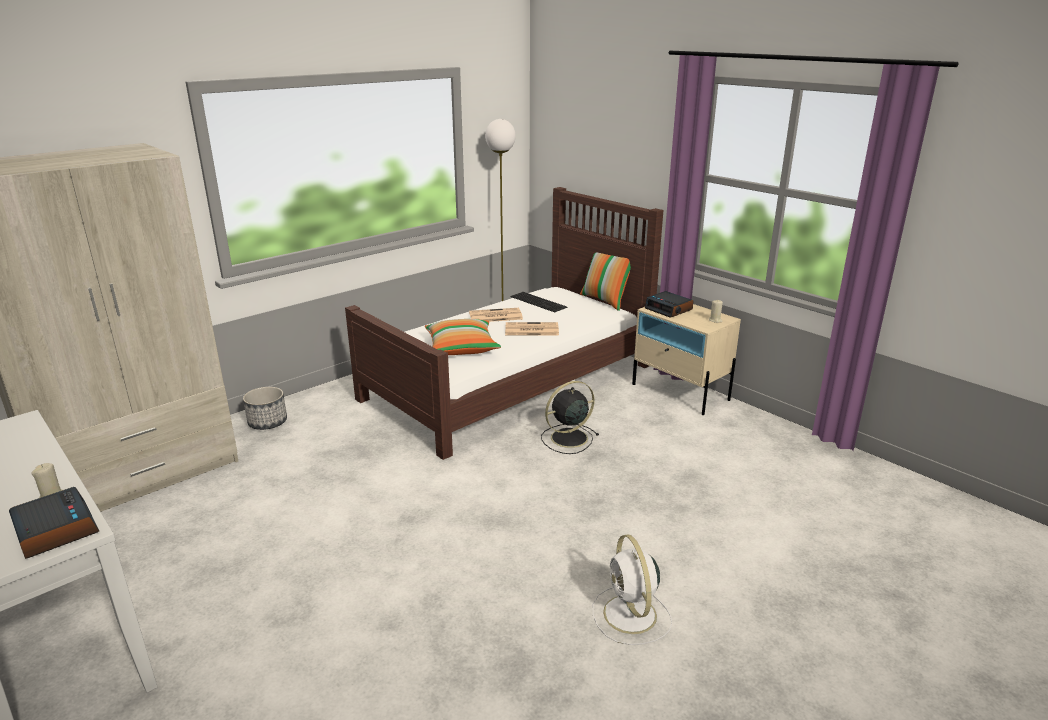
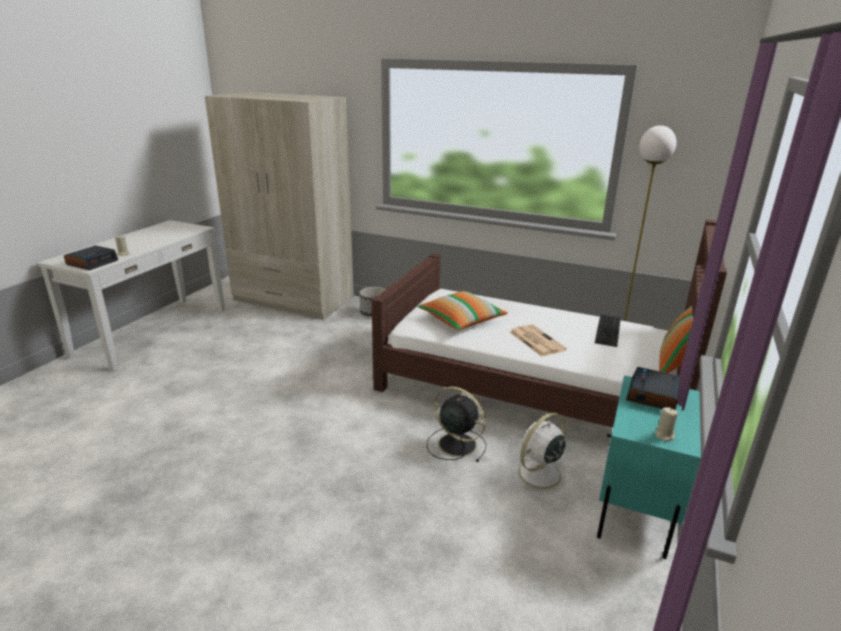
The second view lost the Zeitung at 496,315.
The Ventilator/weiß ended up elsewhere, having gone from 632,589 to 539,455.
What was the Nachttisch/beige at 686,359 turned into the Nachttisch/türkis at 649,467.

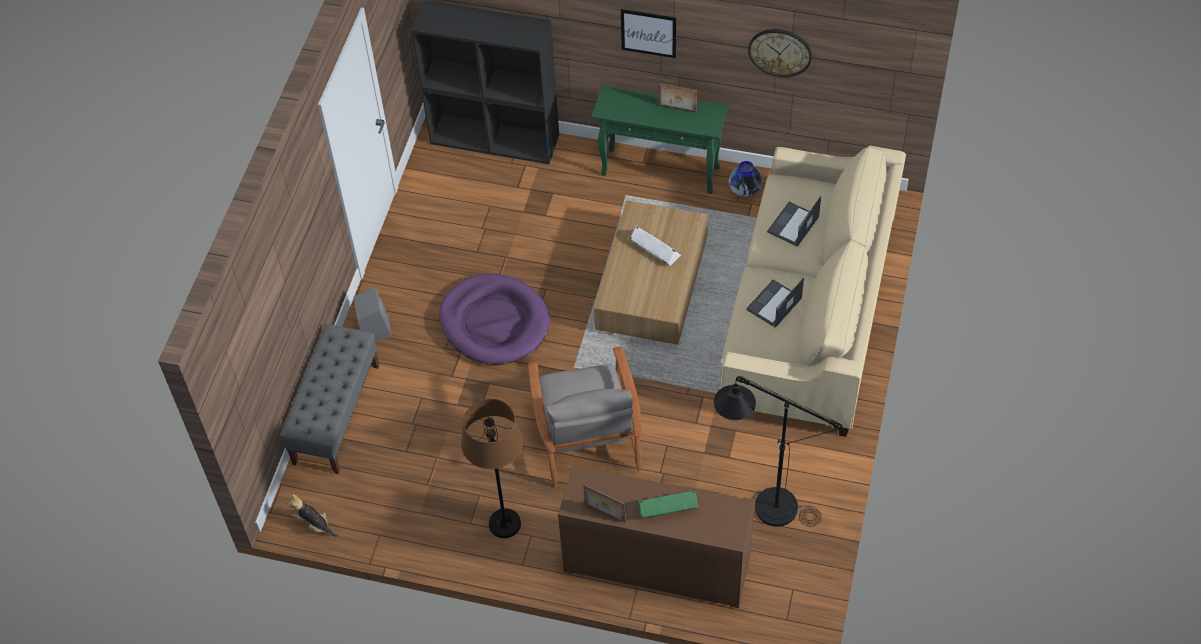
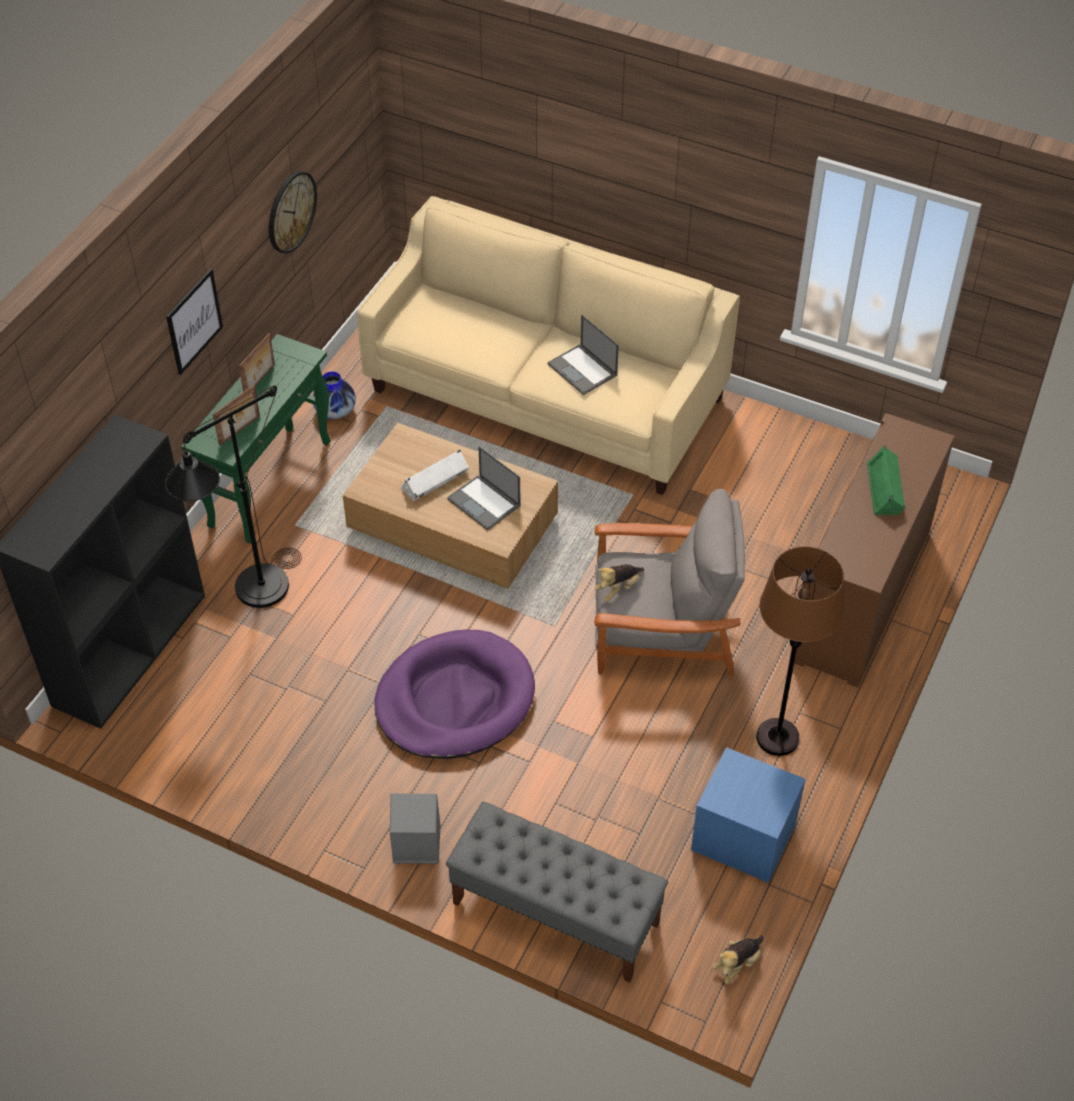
The second view gained the Plüschtier at 619,583.
The second view gained the Nachttisch/blau at 748,815.
The Bilderrahmen ended up elsewhere, having gone from 604,504 to 236,415.
The Stehlampe/schwarz ended up elsewhere, having gone from 778,451 to 233,496.
The Laptop ended up elsewhere, having gone from 794,221 to 484,488.

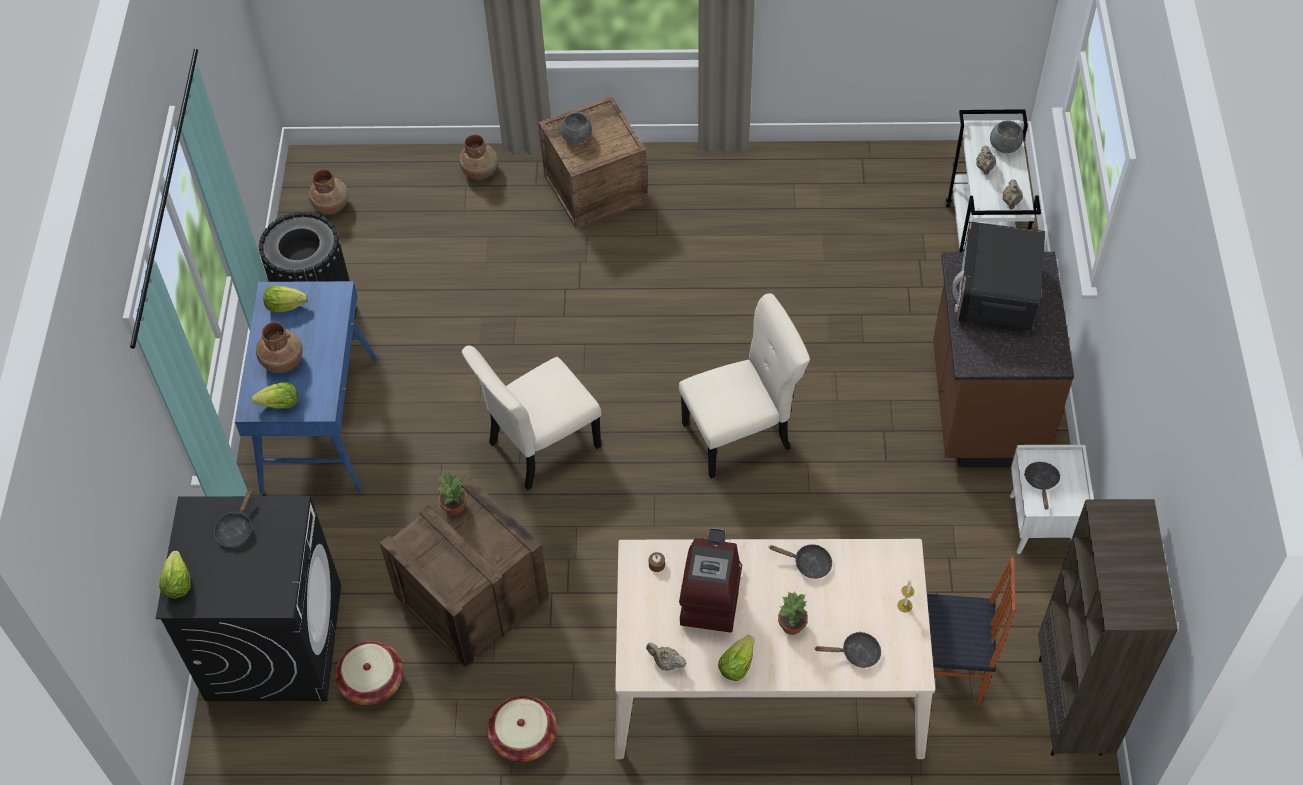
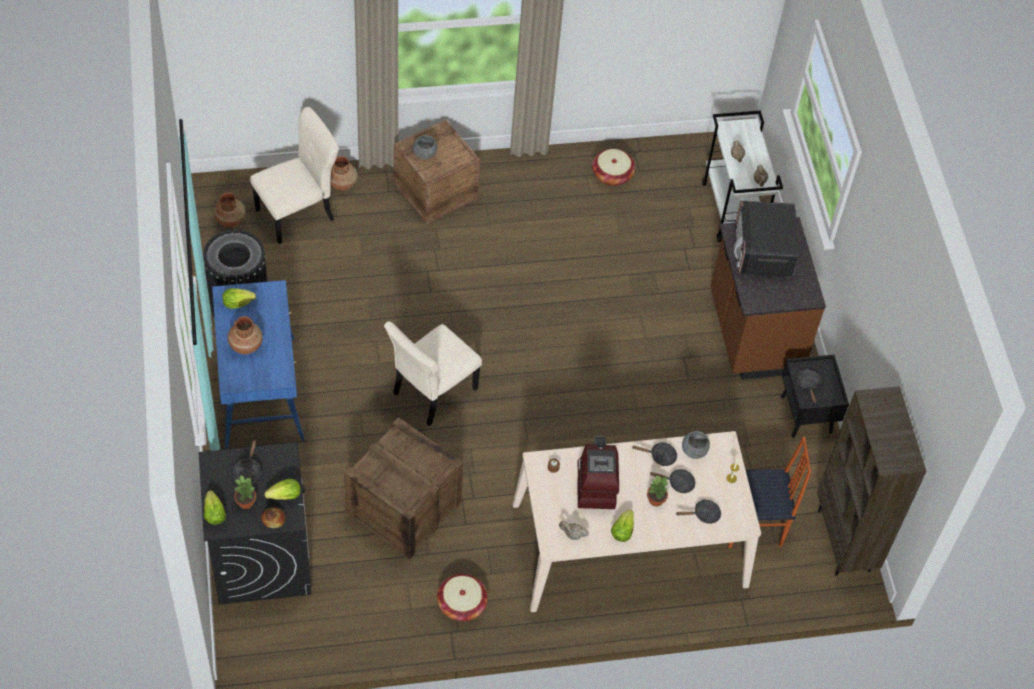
The second view gained the Brot at 273,518.
The second view gained the Pfanne/schwarz at 672,481.
The Salatkopf ended up elsewhere, having gone from 275,395 to 282,489.
The Korb ended up elsewhere, having gone from 369,673 to 613,167.
The Topfpflanze ended up elsewhere, having gone from 452,492 to 245,492.
The Stuhl/beige ended up elsewhere, having gone from 744,386 to 294,175.
The Schüssel/grau ended up elsewhere, having gone from 1006,136 to 696,445.
What was the Nachttisch/weiß at 1052,499 turned into the Nachttisch/schwarz at 815,396.

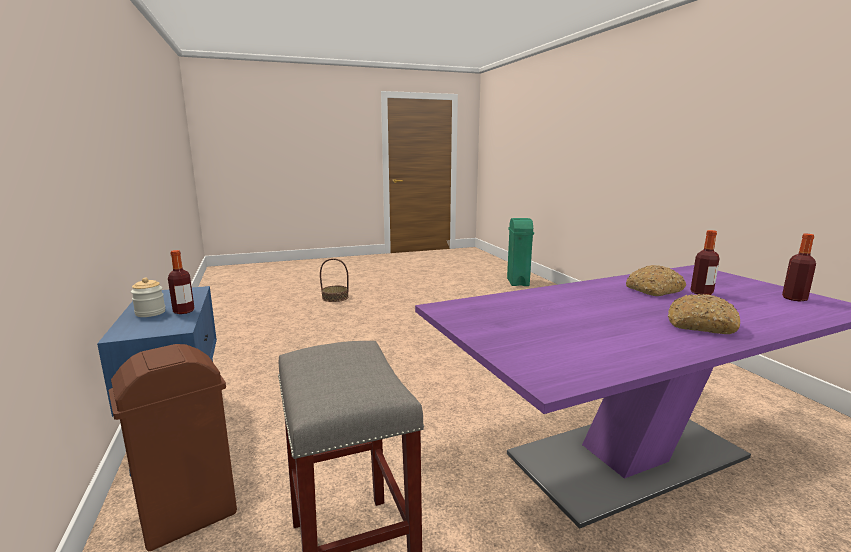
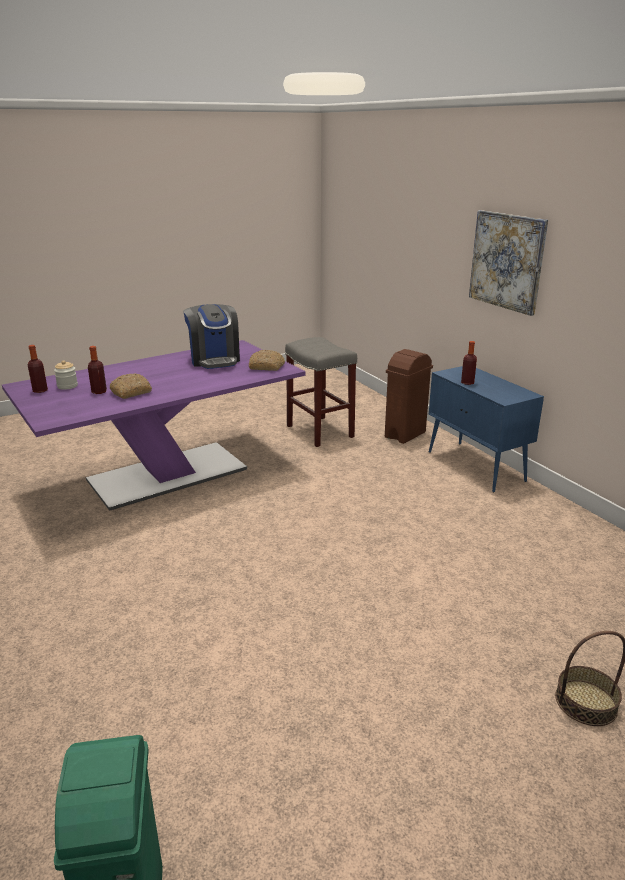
The second view gained the Kaffeemaschine at 211,336.
The second view gained the Bild at 508,263.
The Vorratsglas ended up elsewhere, having gone from 148,297 to 66,375.
The Brot ended up elsewhere, having gone from 704,314 to 267,360.

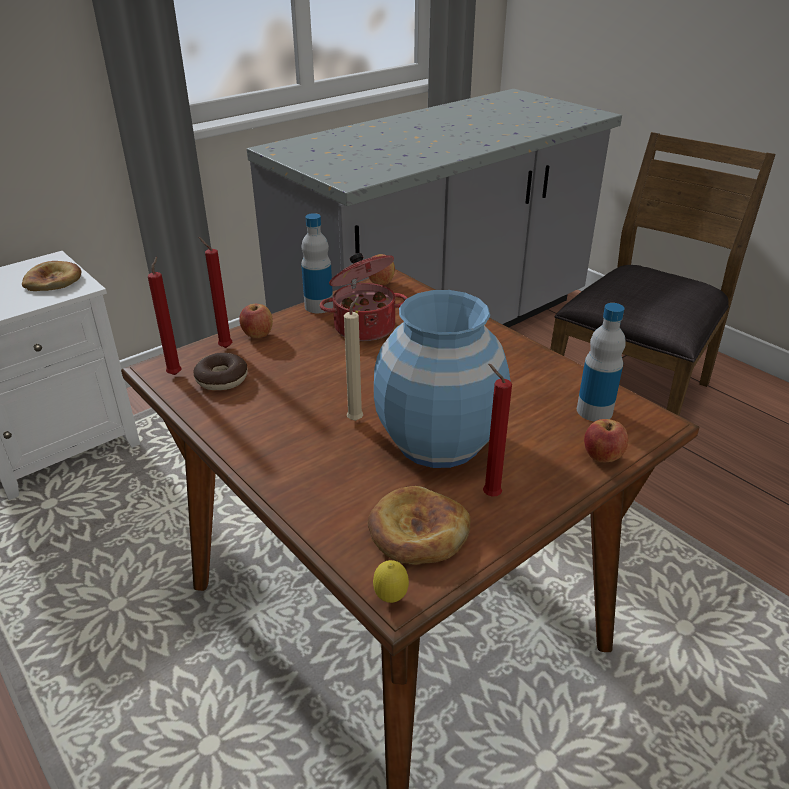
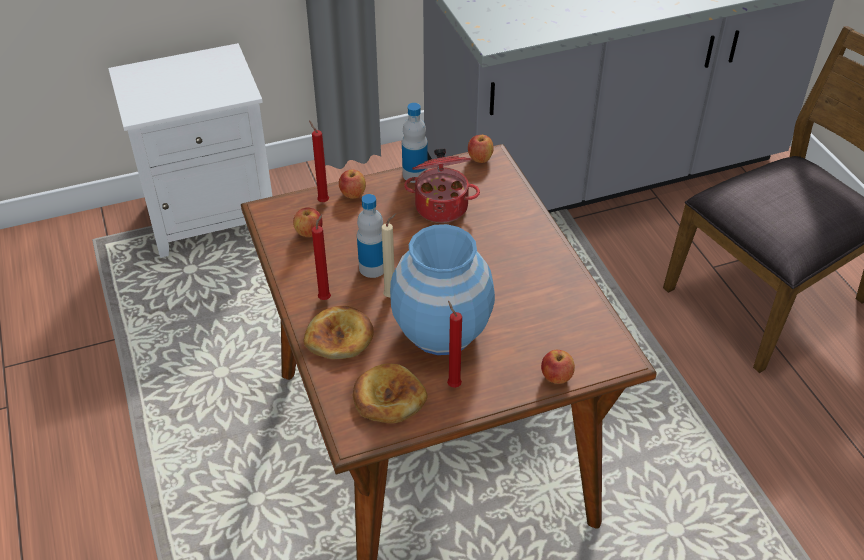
The second view lost the Zitrone at 391,581.
The Brot ended up elsewhere, having gone from 52,276 to 339,332.
The Kerze/rot ended up elsewhere, having gone from 165,316 to 321,257.
The Flasche ended up elsewhere, having gone from 601,362 to 370,236.
Where the Donut stood at 220,371, the Apfel came to stand at 308,222.

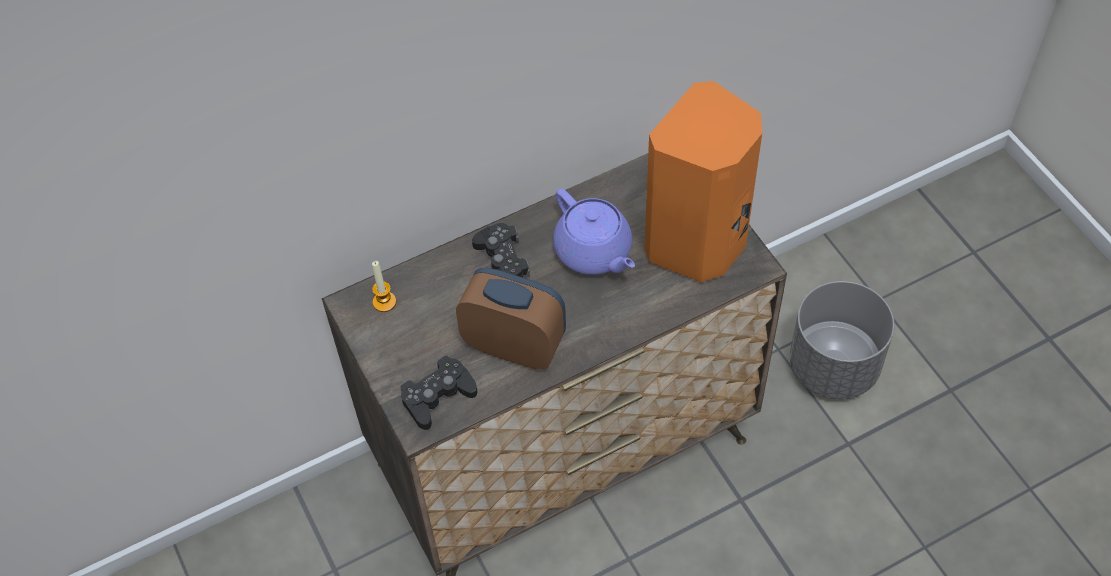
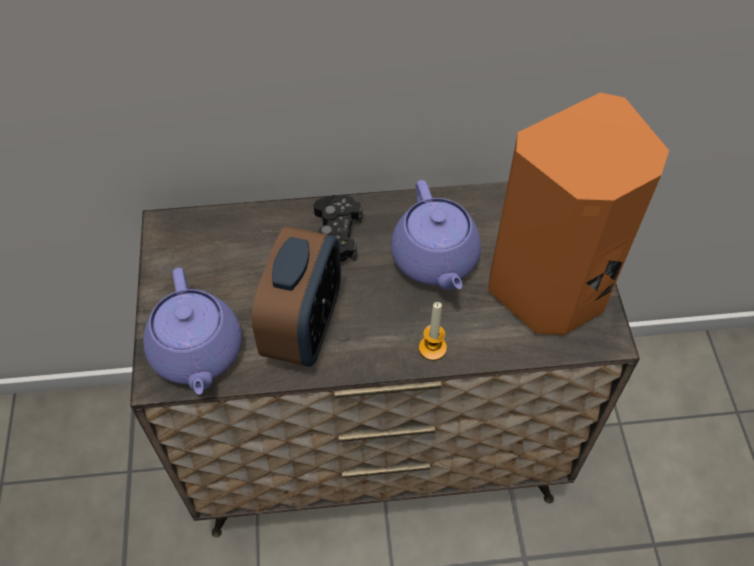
The second view lost the Pflanzkübel/grau at 842,340.
The Kerze ended up elsewhere, having gone from 384,286 to 433,331.
Where the Gamepad/schwarz stood at 439,392, the Teekanne/lila came to stand at 192,331.
The Wecker at 511,318 ended up facing another way, 60 degrees clockwise from before.

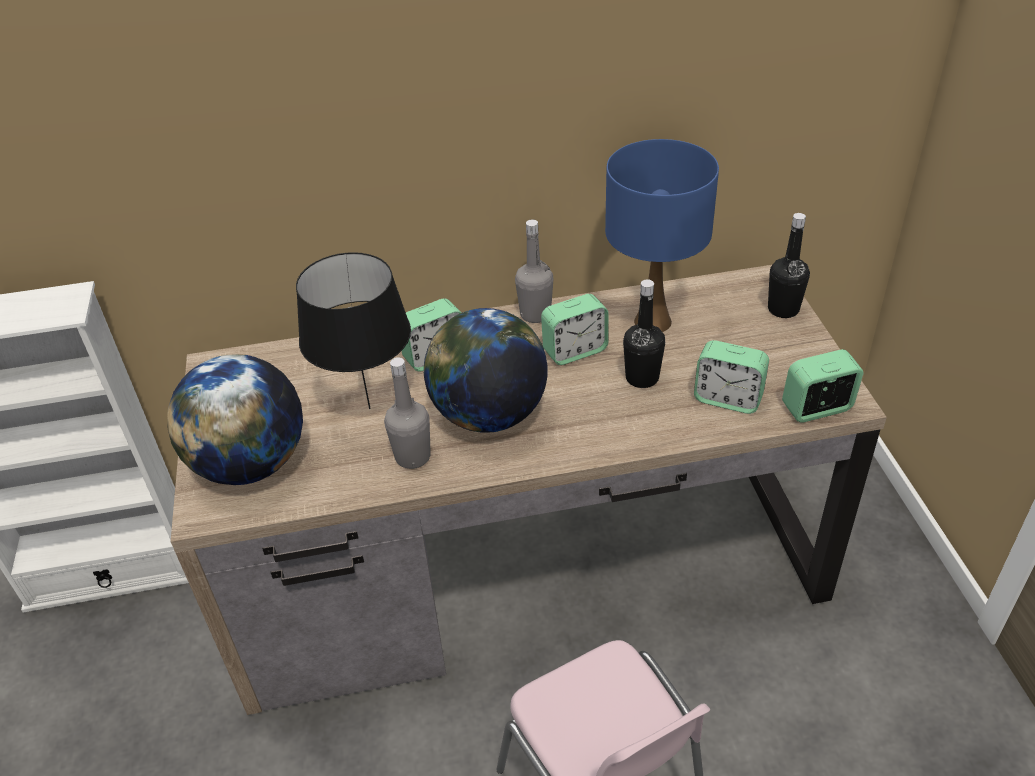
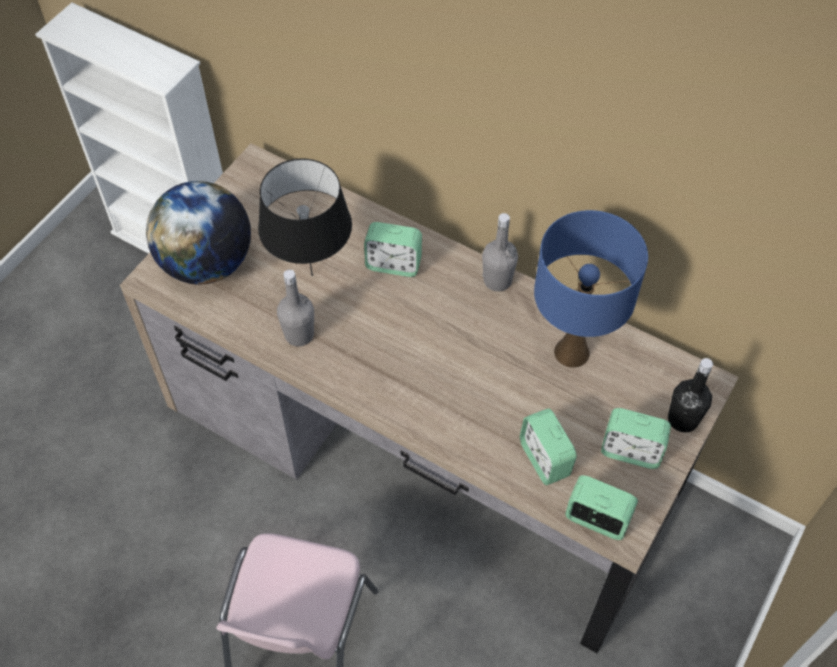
The second view lost the Globus at 486,370.
The second view lost the Flasche/schwarz at 644,333.
The Wecker ended up elsewhere, having gone from 574,329 to 636,438.

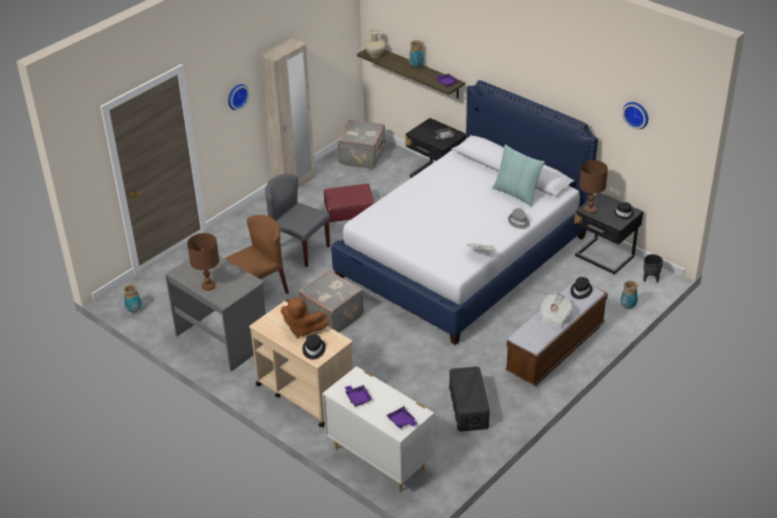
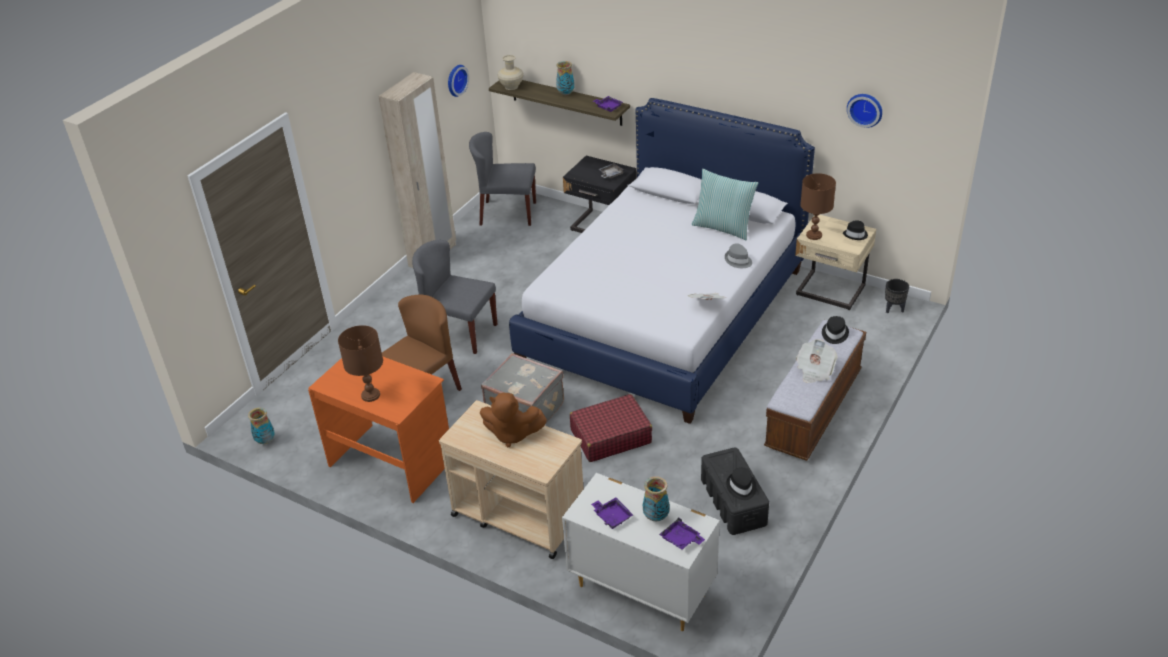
The Wanduhr ended up elsewhere, having gone from 239,97 to 458,81.
The Hut/schwarz ended up elsewhere, having gone from 314,347 to 741,483.
The Koffer/rot ended up elsewhere, having gone from 349,202 to 611,428.
The Vase ended up elsewhere, having gone from 629,294 to 656,498.
Where the Koffer/grau stood at 361,144, the Stuhl/grau came to stand at 502,179.
What was the Schreibtisch/grau at 215,314 turned into the Schreibtisch/orange at 378,429.
What was the Nachttisch/schwarz at 608,234 turned into the Nachttisch/beige at 835,262.

